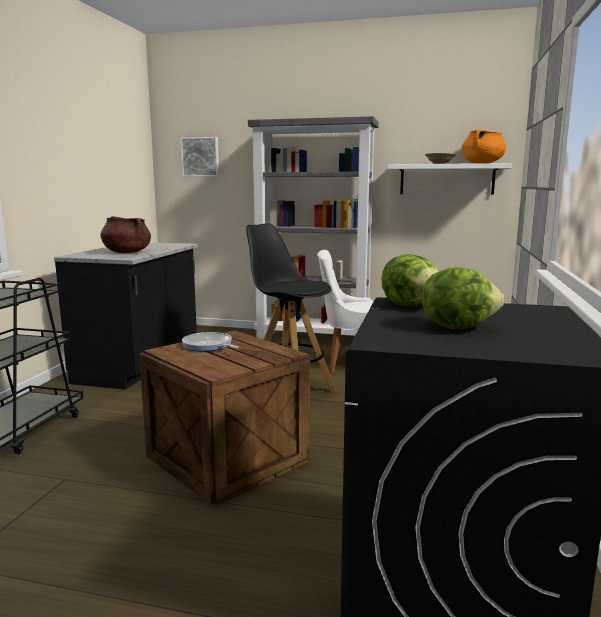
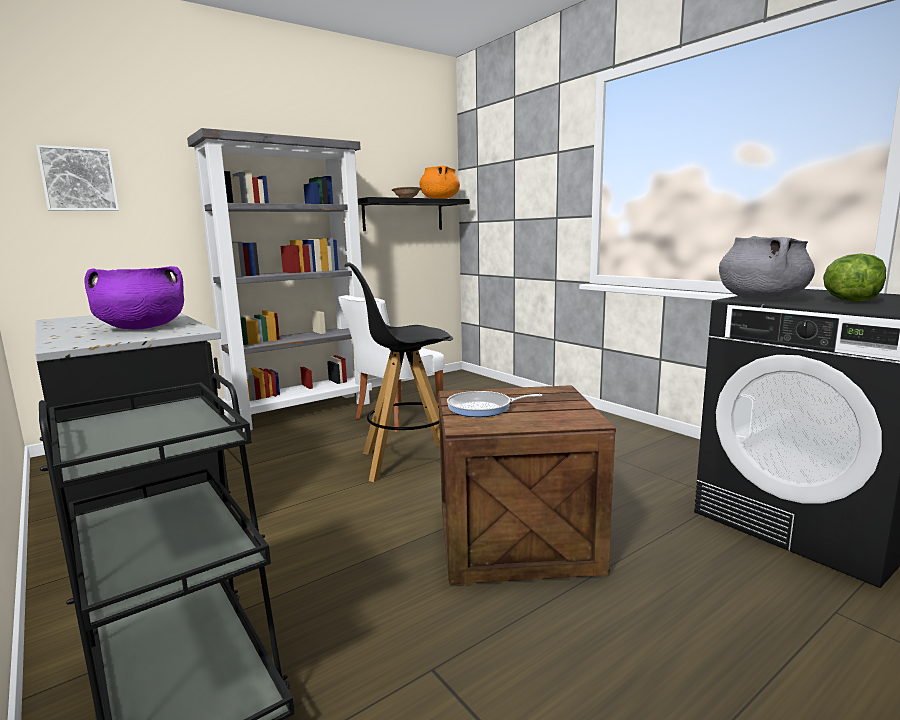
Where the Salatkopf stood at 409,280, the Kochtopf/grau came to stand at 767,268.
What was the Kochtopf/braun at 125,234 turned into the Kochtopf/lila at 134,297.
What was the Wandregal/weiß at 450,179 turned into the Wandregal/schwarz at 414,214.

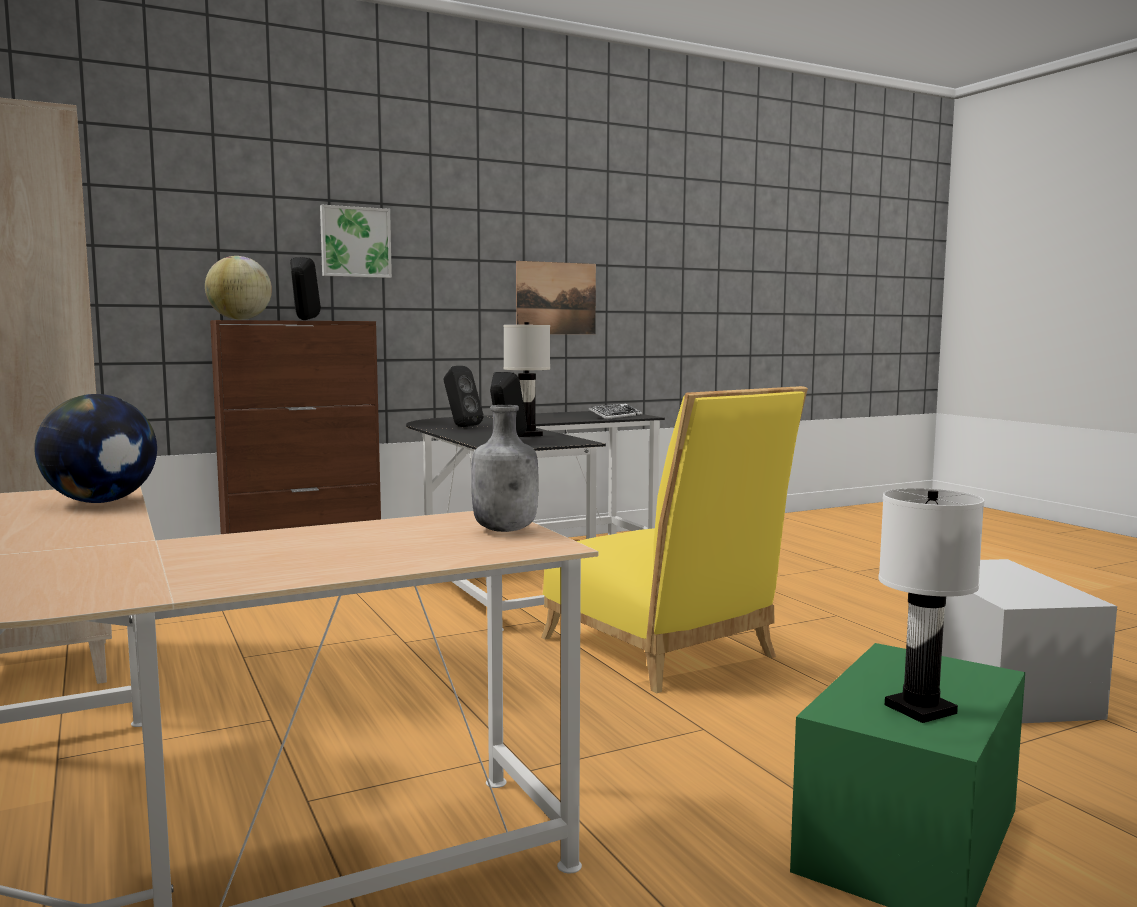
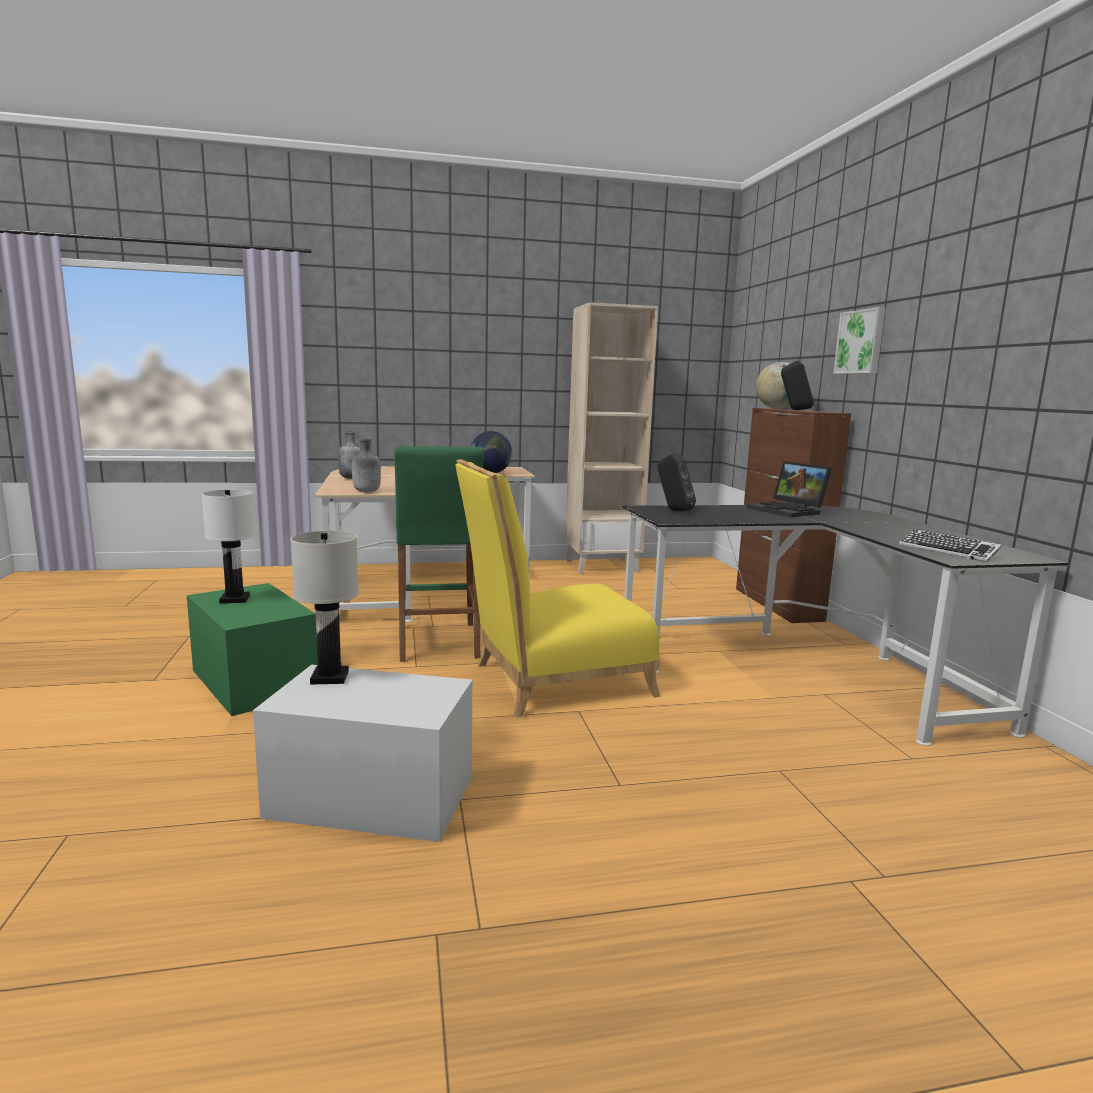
The second view lost the Bild at 556,297.
The second view gained the Flasche/grau at 349,455.
The second view gained the Hocker/grün at 439,554.
The Tischlampe/weiß ended up elsewhere, having gone from 526,379 to 325,607.
Where the Lautsprecher/schwarz stood at 464,396, the Laptop came to stand at 789,489.

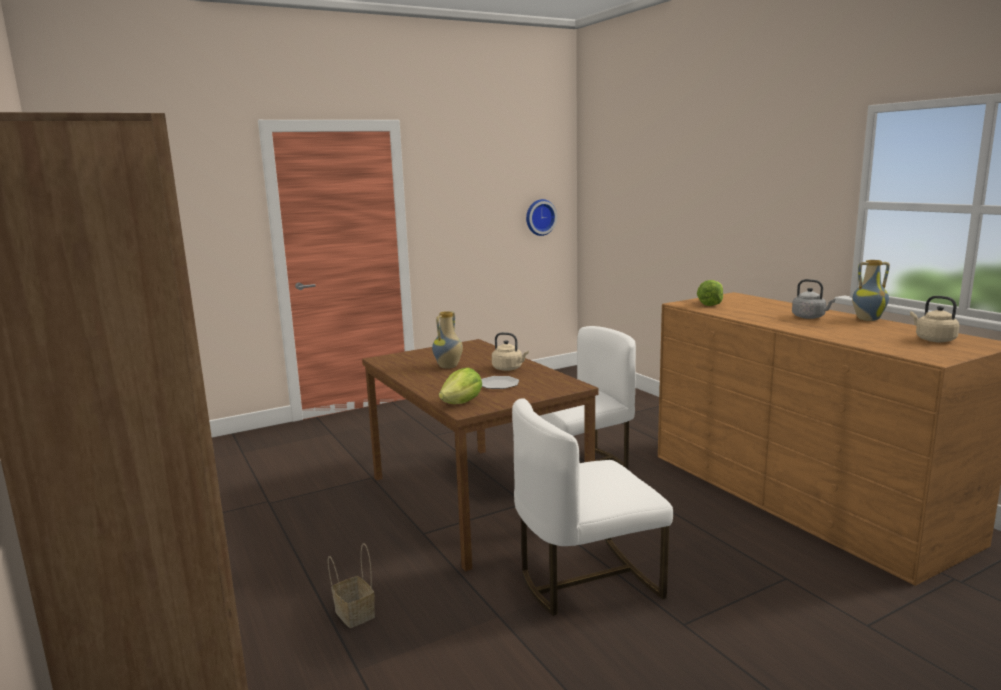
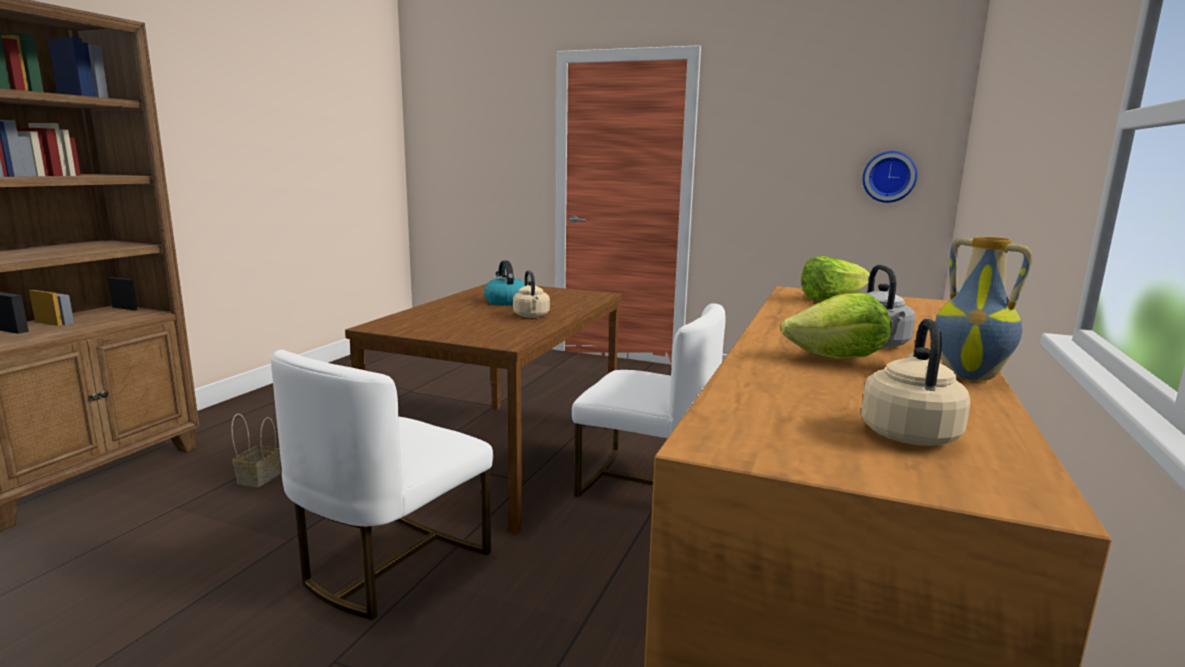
The second view lost the Teller at 500,382.
The Salatkopf ended up elsewhere, having gone from 460,386 to 836,325.
Where the Vase stood at 447,340, the Wasserkessel came to stand at 504,283.
The Stuhl/weiß at 592,507 ended up facing another way, 90 degrees counterclockwise from before.

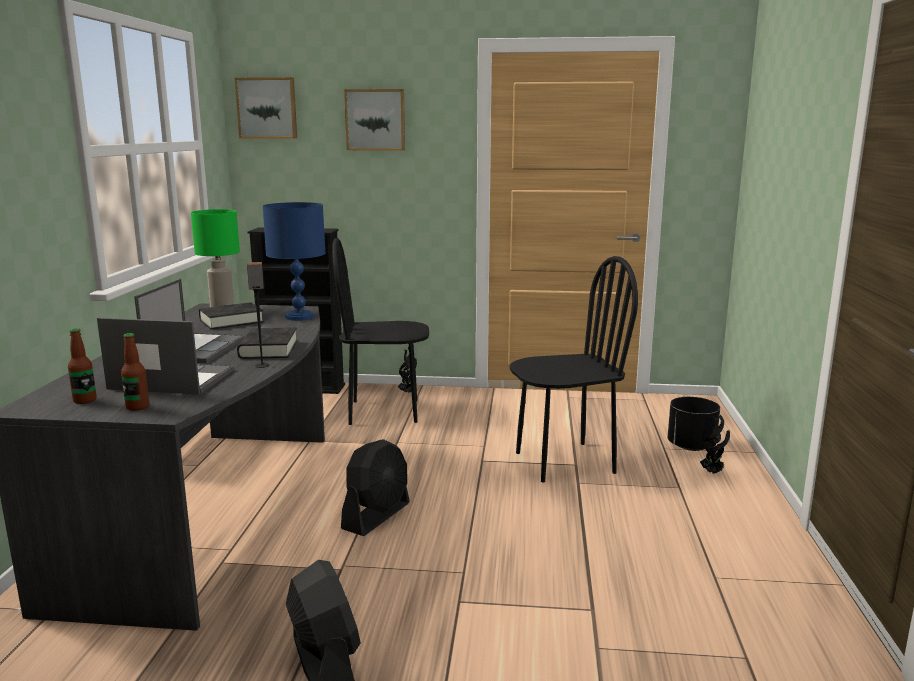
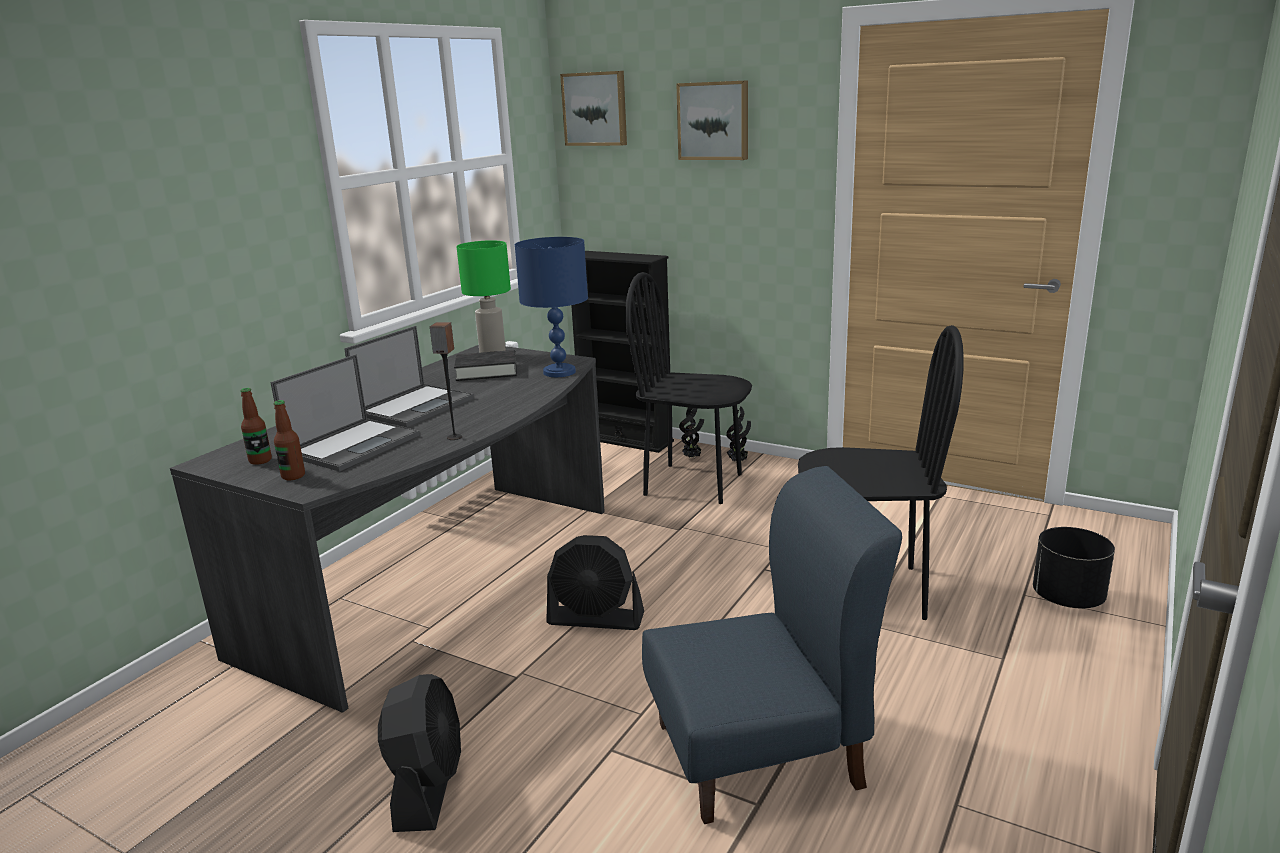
The second view lost the Buch/schwarz at 267,343.
The second view gained the Stuhl/blau at 772,645.
The Topfpflanze ended up elsewhere, having gone from 715,444 to 691,432.
The Laptop at 165,356 ended up facing another way, 90 degrees clockwise from before.
The Ventilator/schwarz at 375,487 ended up facing another way, 45 degrees clockwise from before.

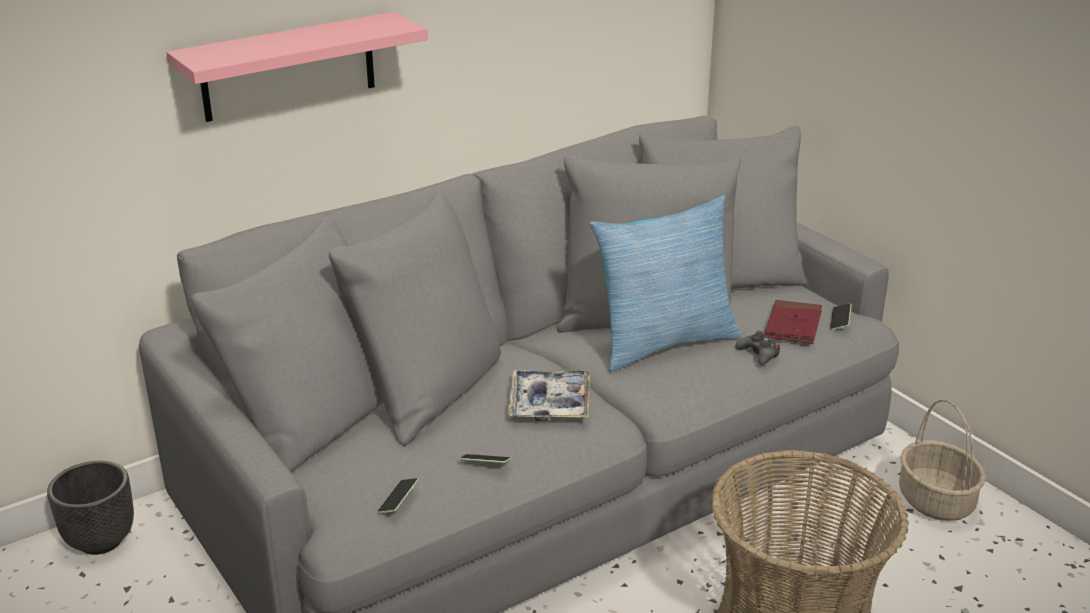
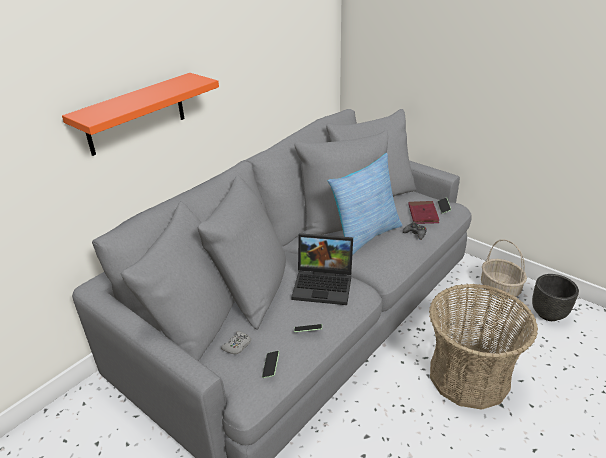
The second view gained the Gamepad/grau at 236,342.
The Pflanzkübel/schwarz ended up elsewhere, having gone from 90,508 to 555,297.
Where the Tablett stood at 549,395, the Laptop came to stand at 322,269.
What was the Wandregal/rosa at 297,67 turned into the Wandregal/orange at 140,114.

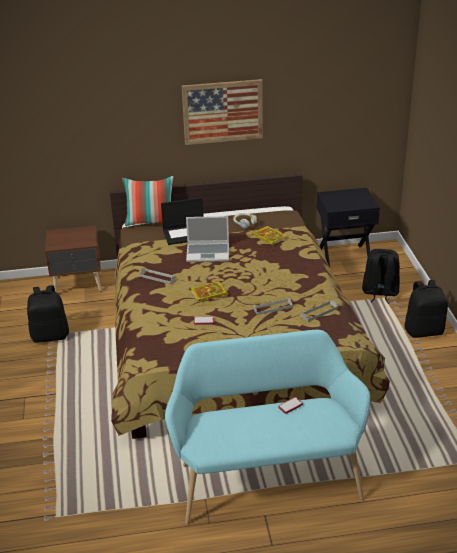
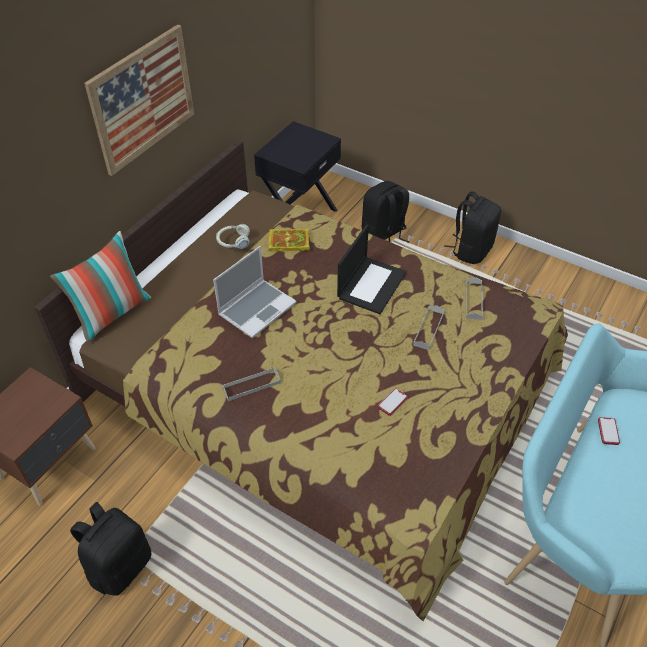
The second view lost the Buch at 209,291.
The Laptop ended up elsewhere, having gone from 182,221 to 372,269.

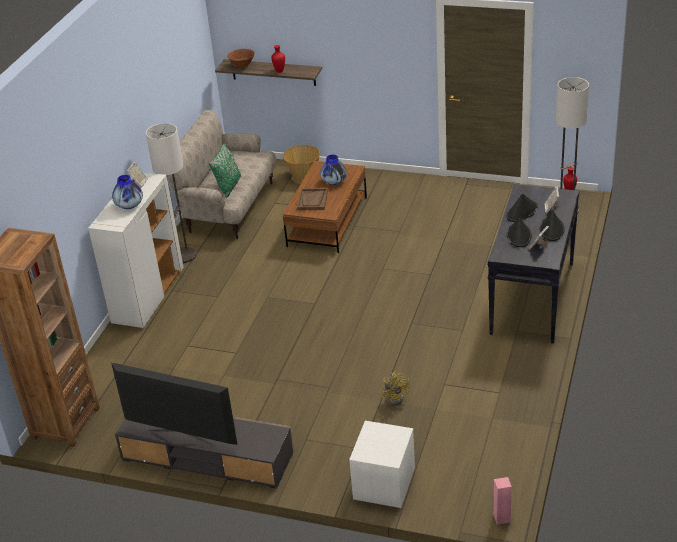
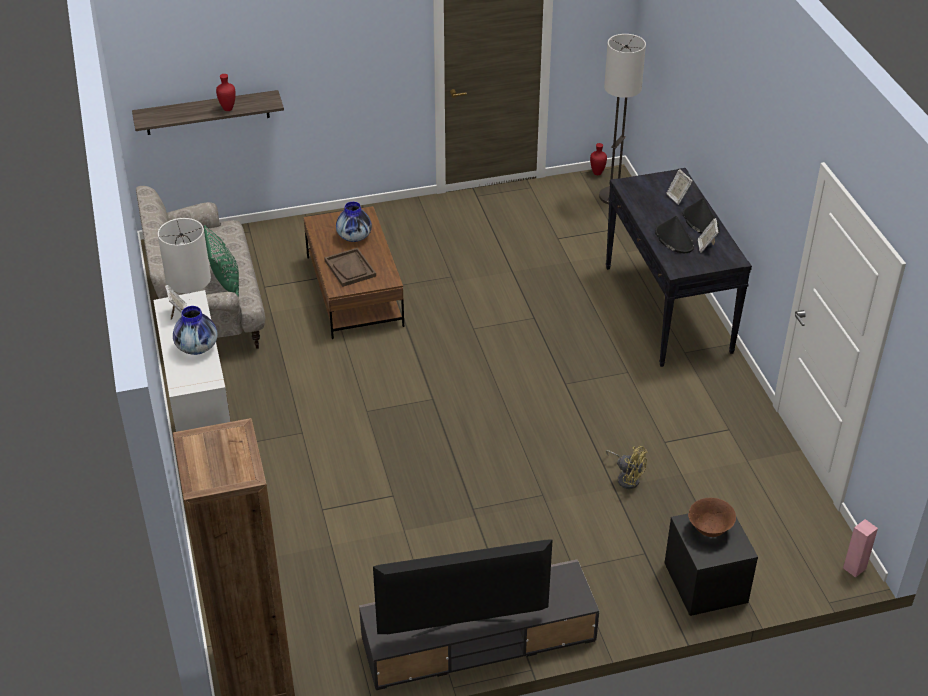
The second view lost the Korb at 301,164.
The second view lost the Hut/schwarz at 522,207.
The Schüssel/braun ended up elsewhere, having gone from 241,58 to 712,517.
What was the Nachttisch/weiß at 382,464 turned into the Nachttisch/schwarz at 711,565.

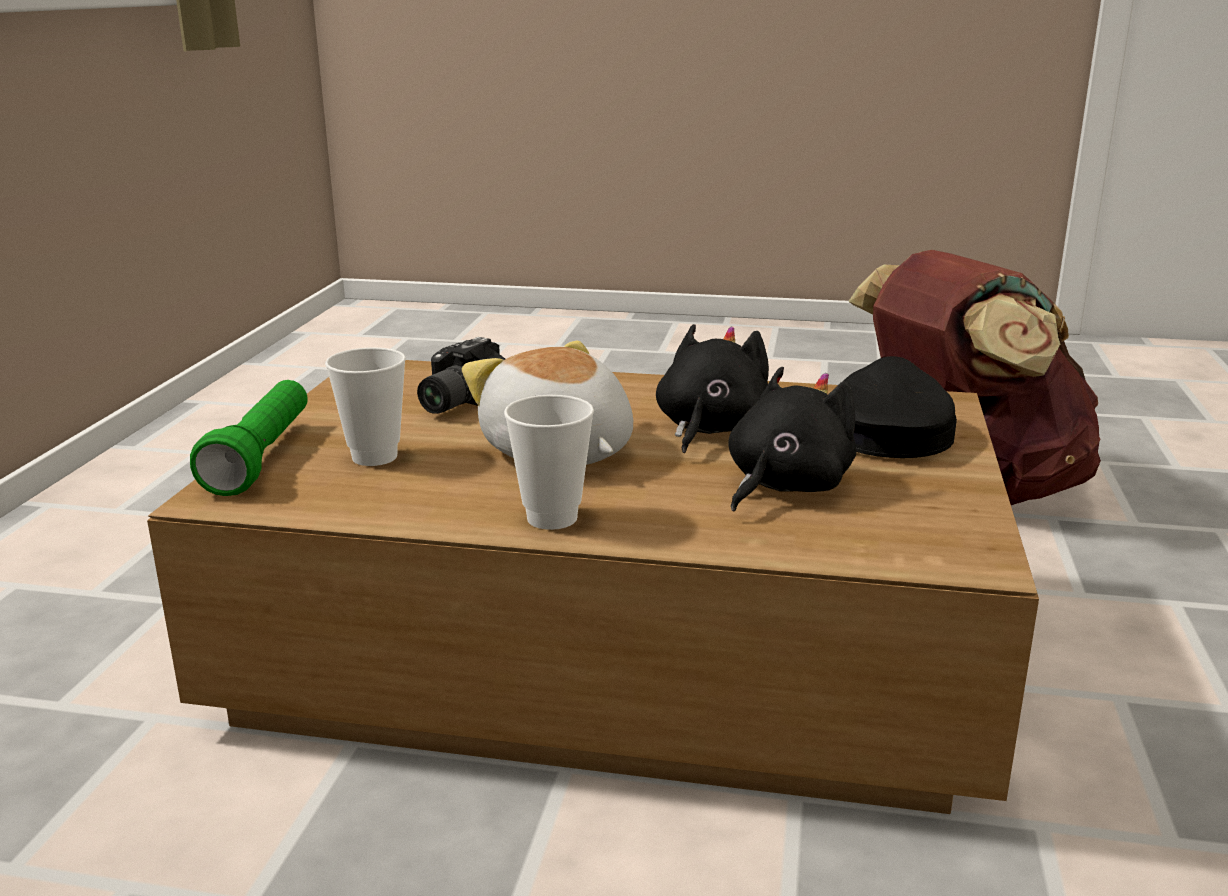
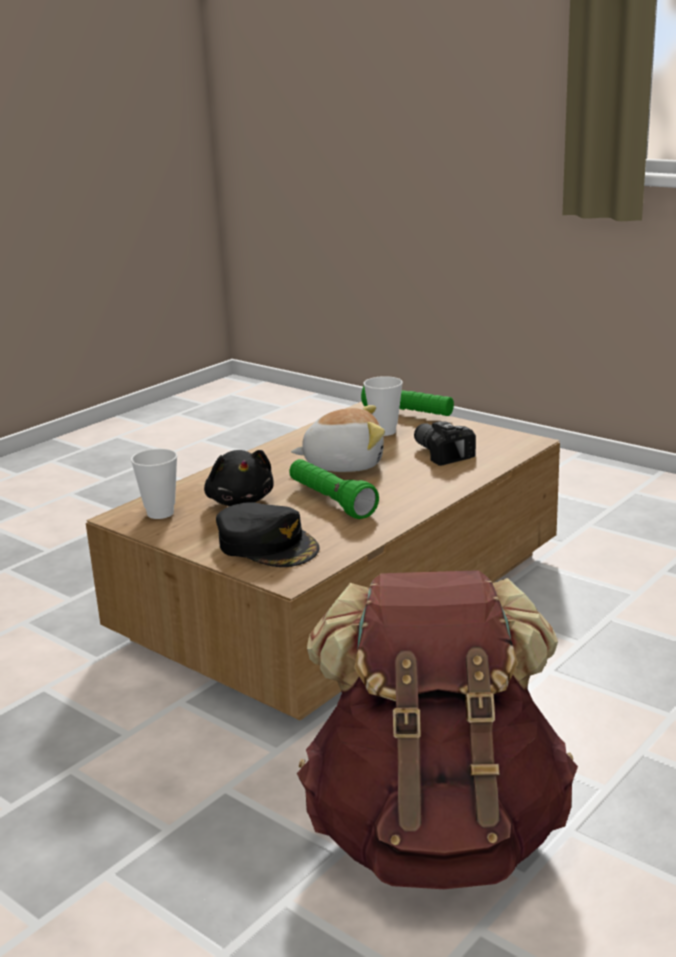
The Tasse ended up elsewhere, having gone from 549,462 to 154,484.
Where the Plüschtier/schwarz stood at 712,388, the Taschenlampe/grün came to stand at 334,489.

